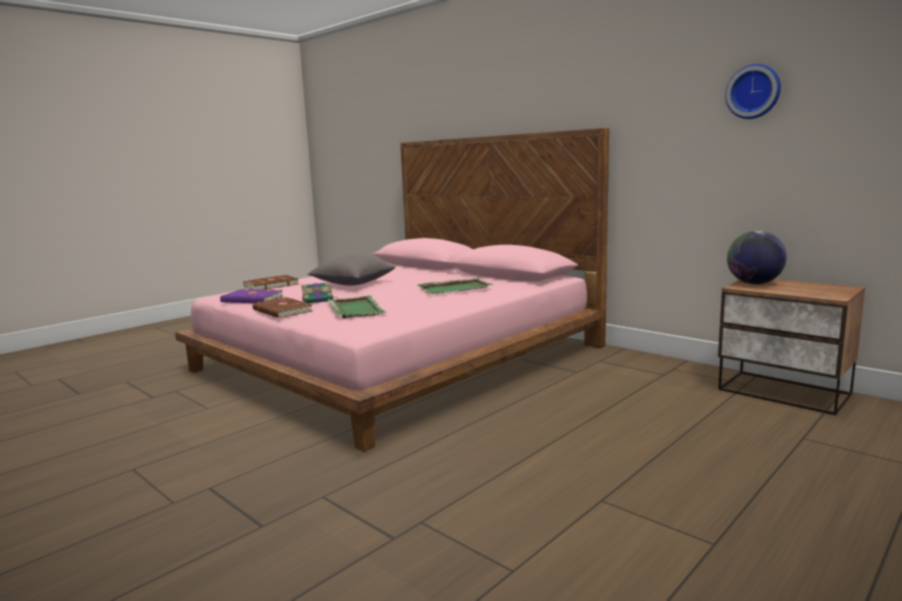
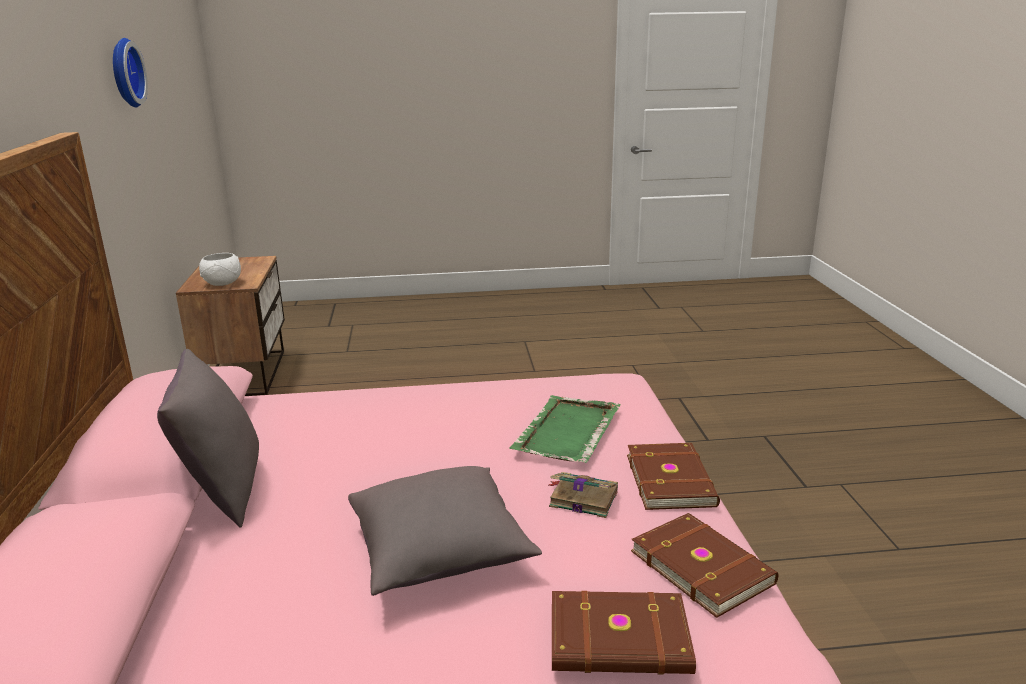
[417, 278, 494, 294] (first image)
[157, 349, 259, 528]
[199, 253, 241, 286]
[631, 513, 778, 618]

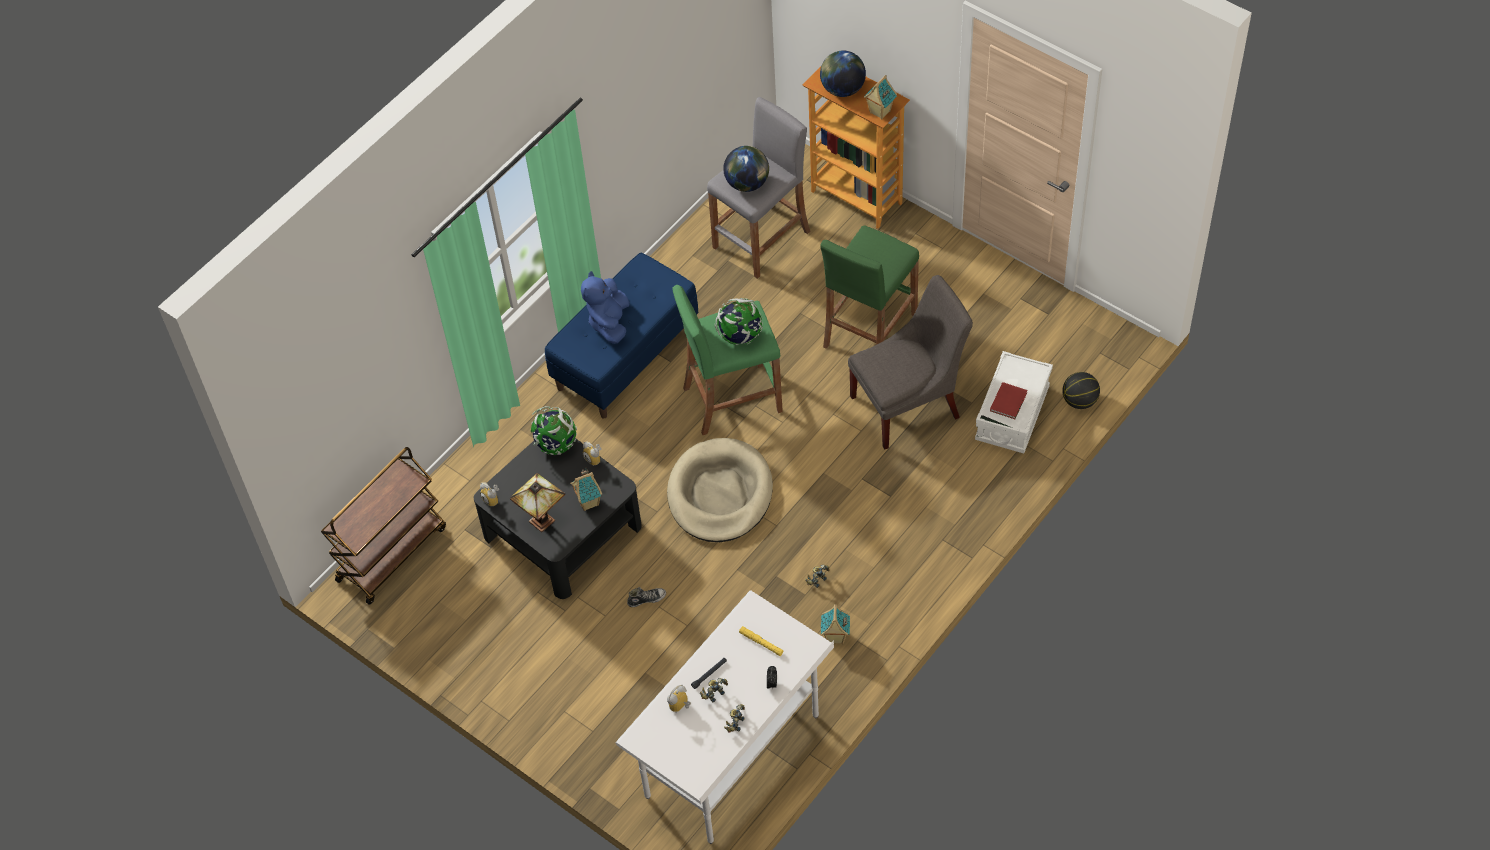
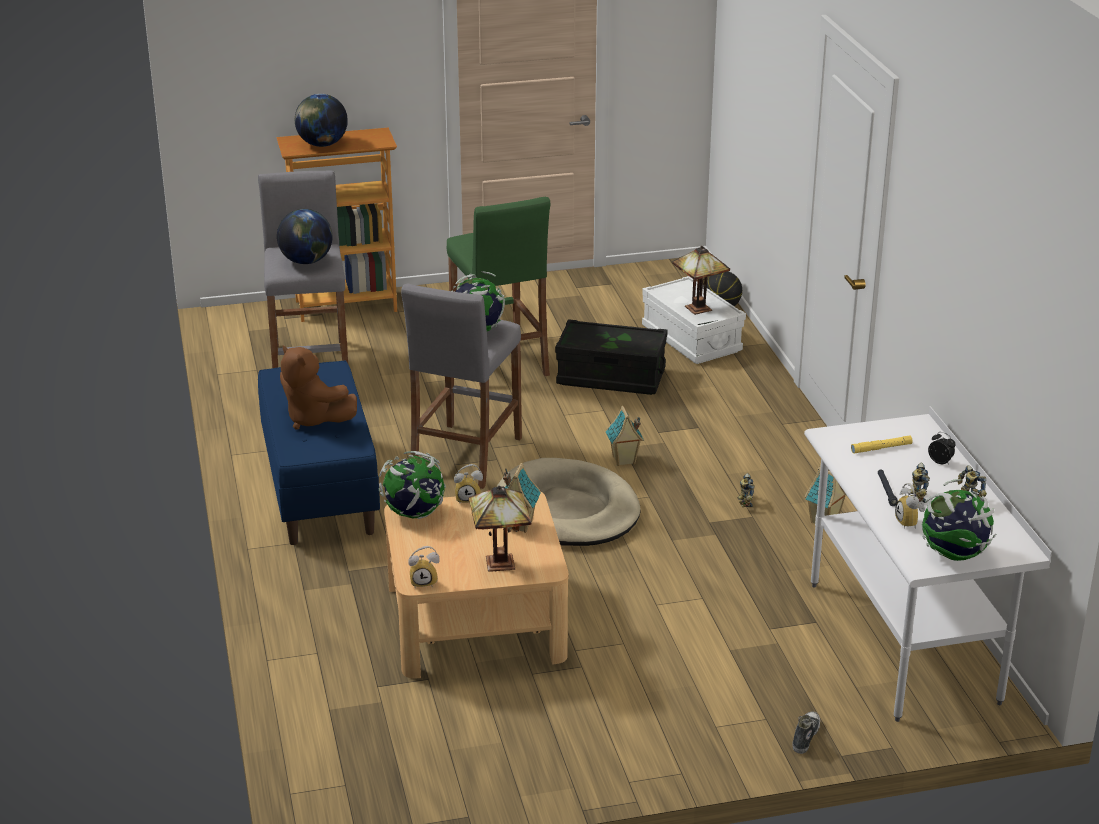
[321, 447, 446, 605] (first image)
[922, 479, 996, 561]
[793, 711, 820, 754]
[606, 406, 644, 466]
[555, 319, 668, 395]
[672, 246, 730, 315]
[384, 491, 569, 678]
[280, 345, 357, 430]
[401, 284, 522, 489]

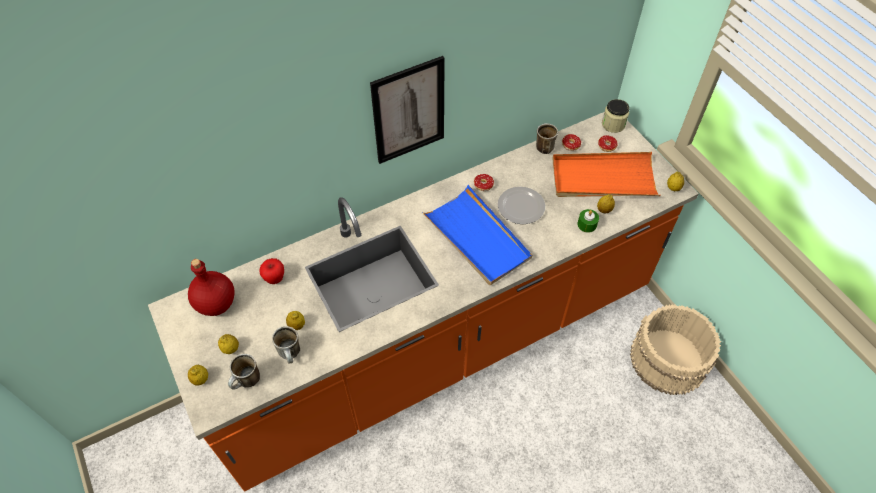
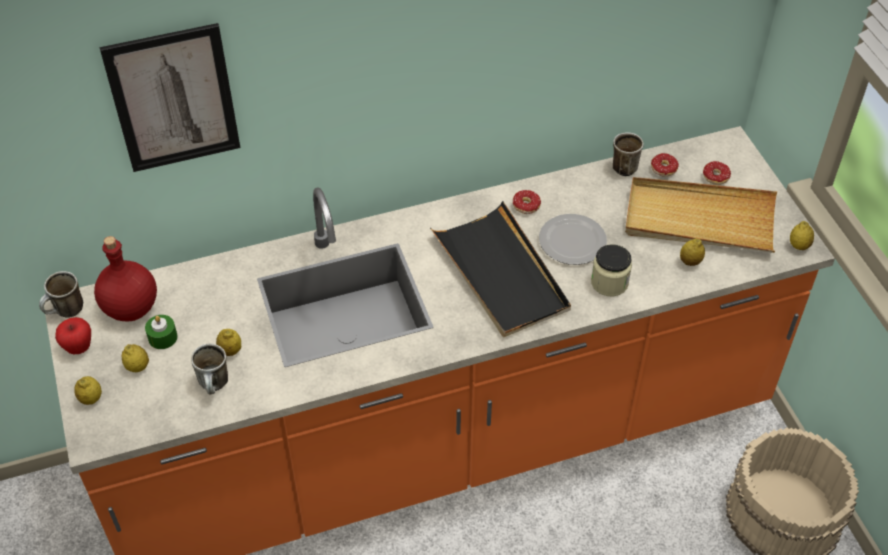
[39, 271, 83, 317]
[55, 317, 91, 354]
[99, 23, 240, 172]
[145, 315, 178, 349]
[591, 244, 632, 296]
[430, 201, 571, 337]
[625, 177, 777, 253]

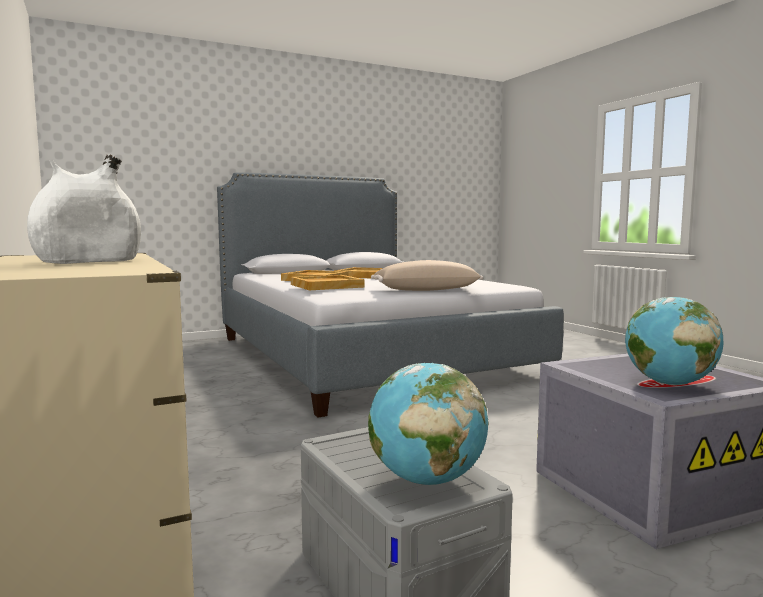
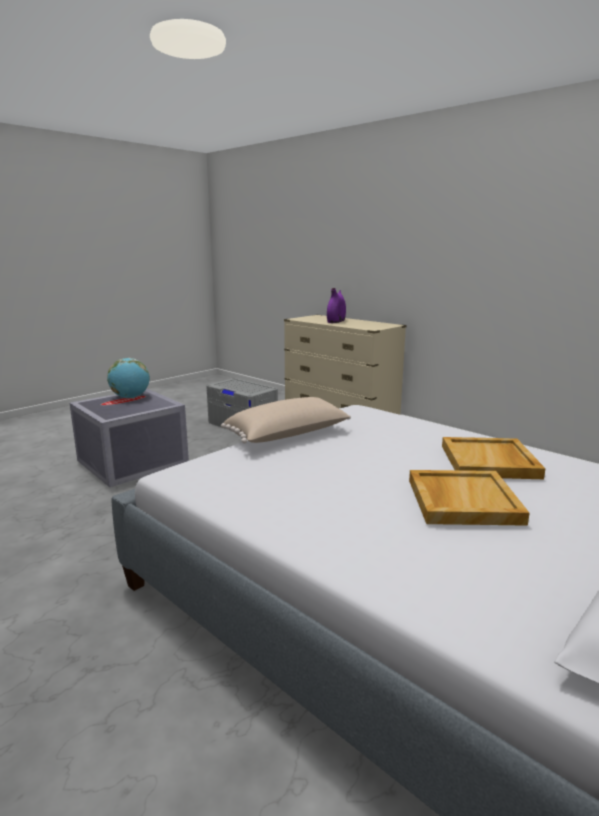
[291, 275, 364, 290] (first image)
[368, 363, 489, 485] (first image)
[327, 288, 346, 323]

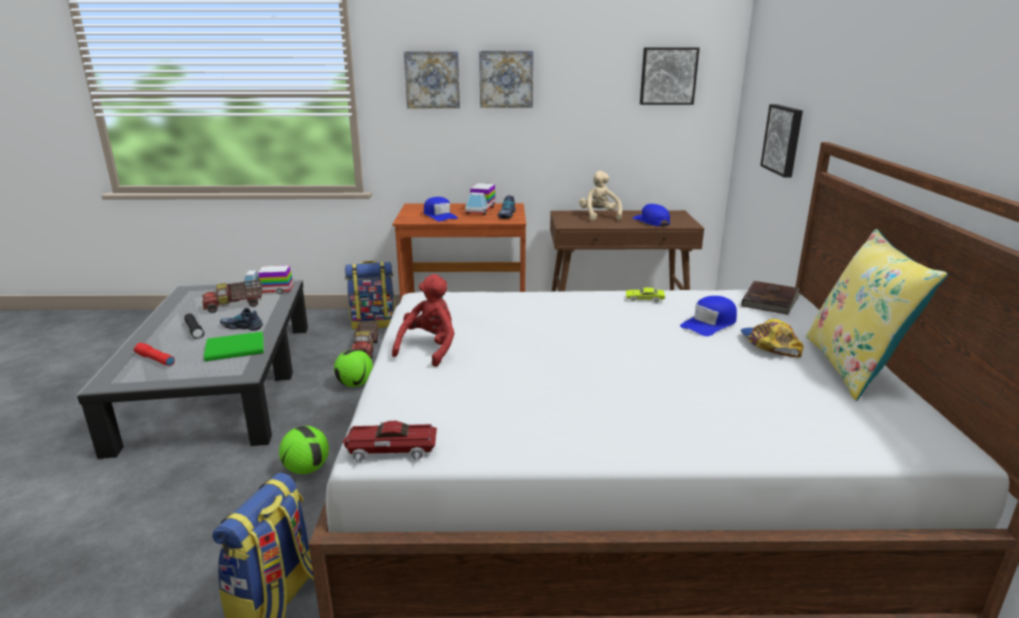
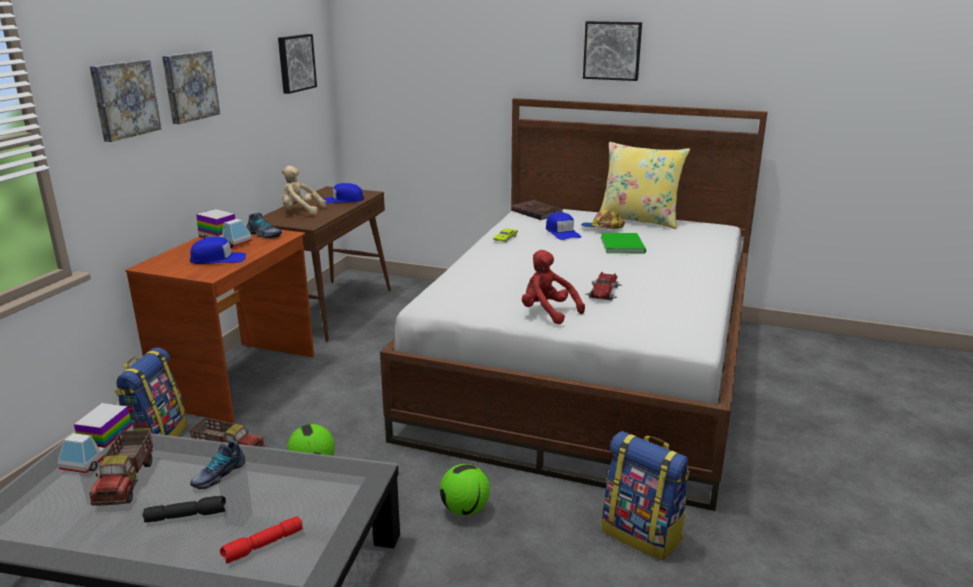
[600, 233, 646, 253]
[586, 272, 621, 301]
[583, 21, 642, 81]

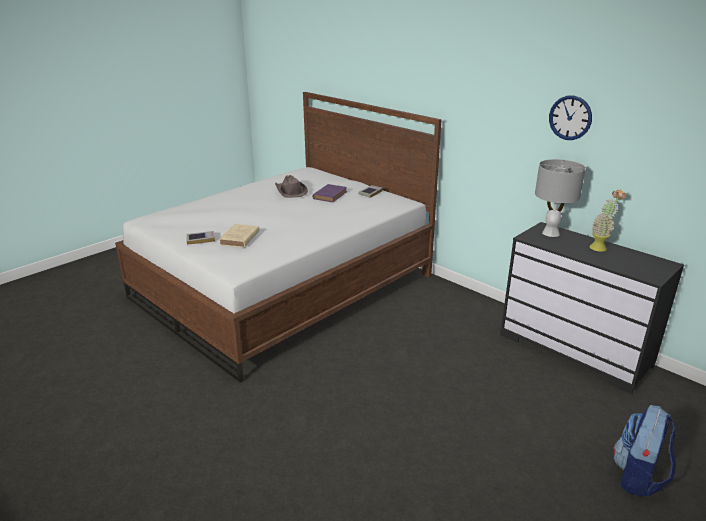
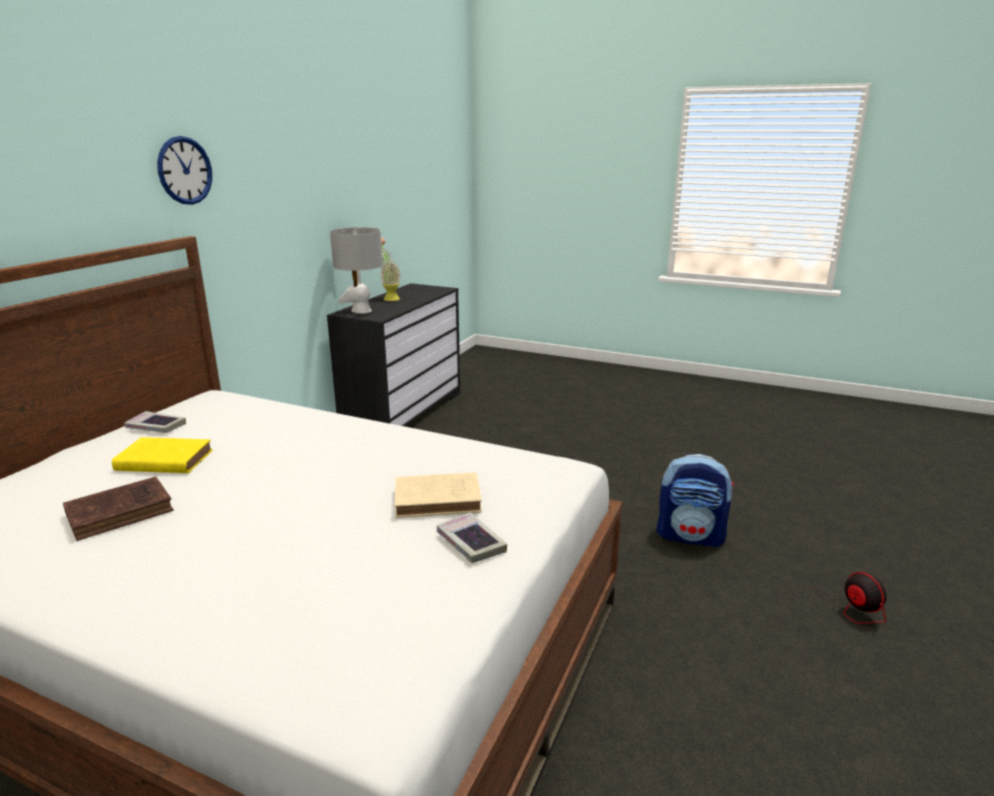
[772, 572, 887, 626]
[157, 136, 212, 205]
[656, 454, 734, 547]
[63, 477, 174, 541]
[112, 437, 213, 473]

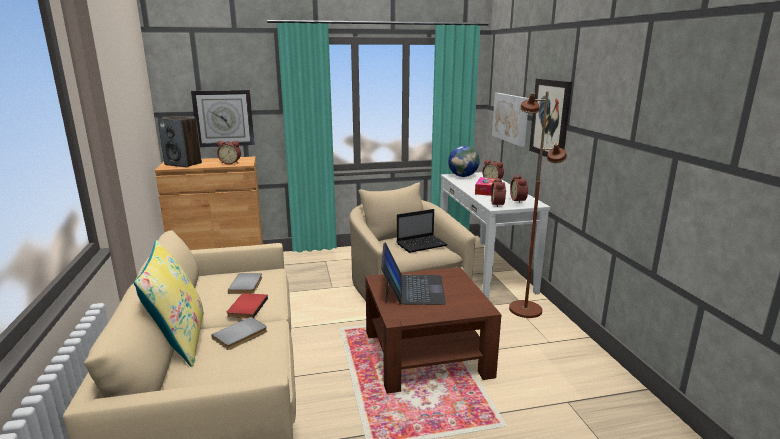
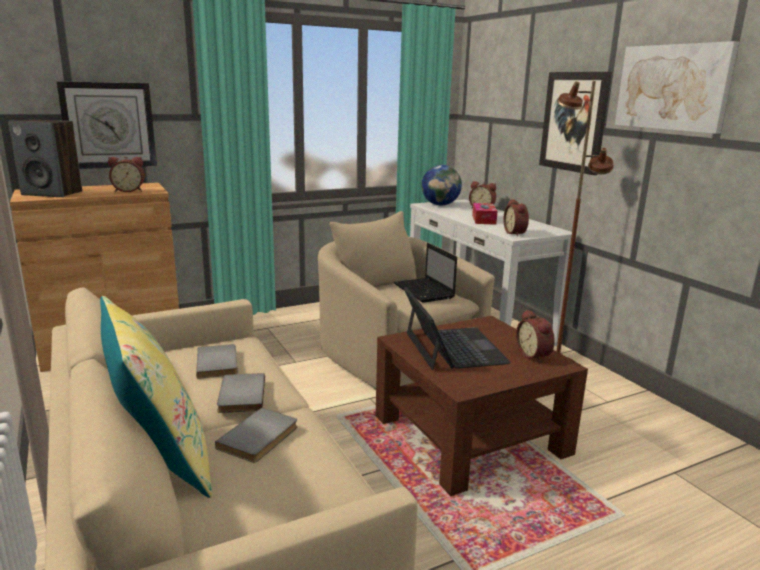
[615, 41, 739, 134]
[516, 309, 555, 363]
[217, 373, 265, 413]
[394, 243, 457, 303]

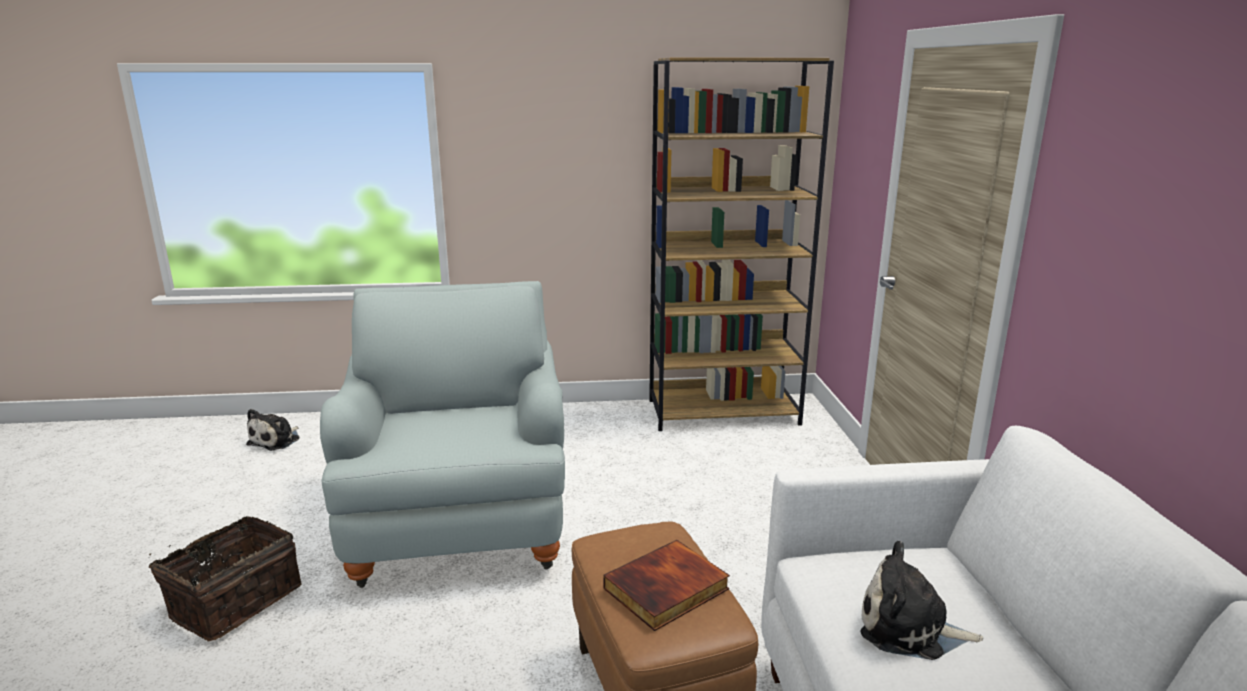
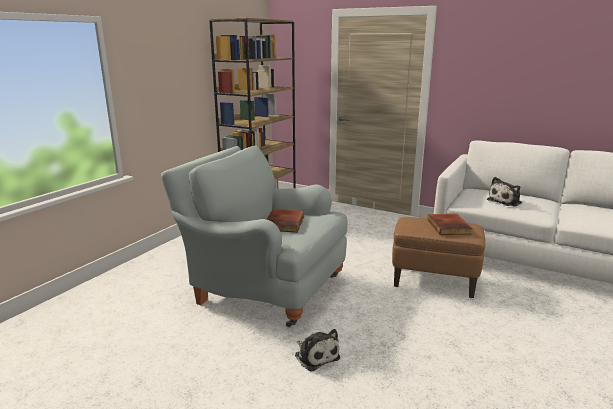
[148, 516, 302, 641] (first image)
[266, 209, 304, 233]
[295, 329, 340, 372]

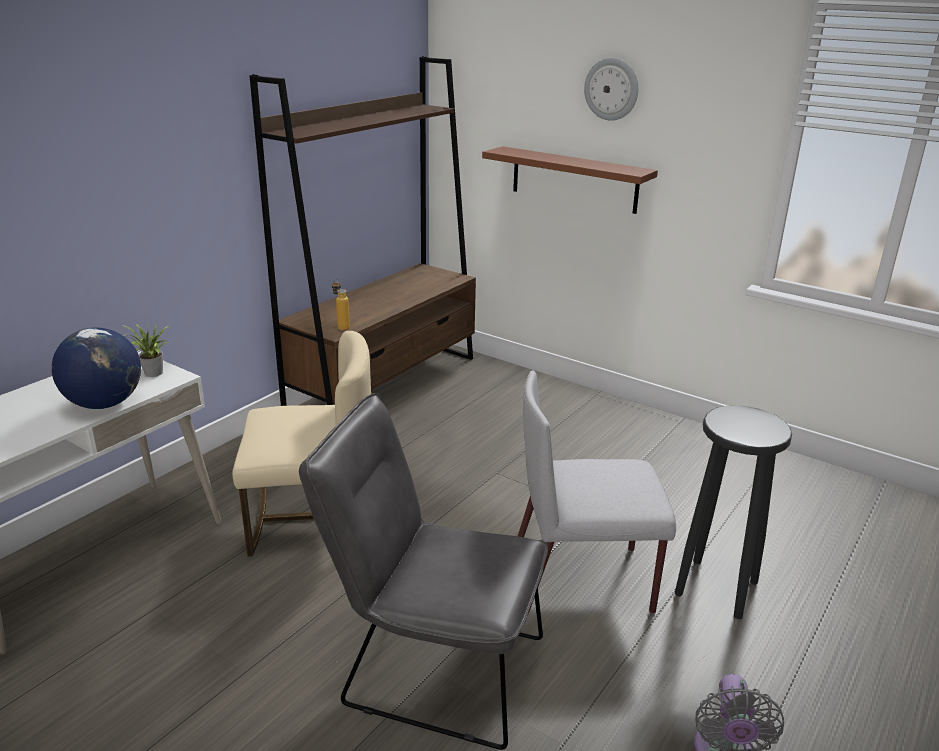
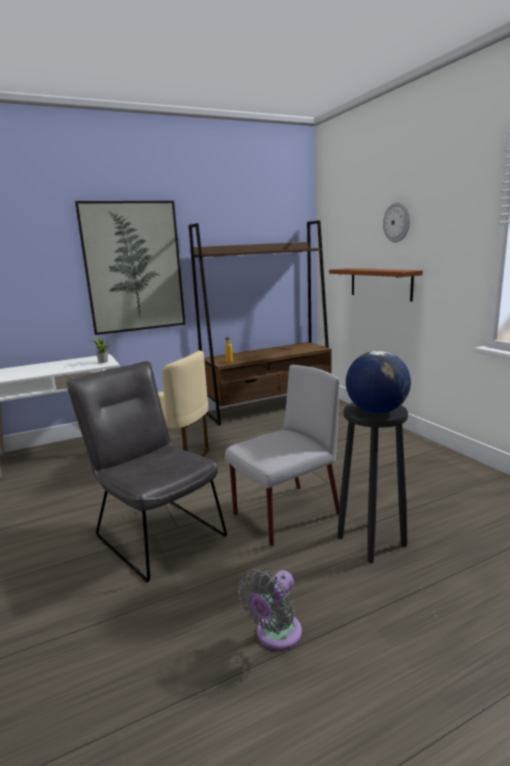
[75, 201, 185, 335]
[346, 351, 411, 414]
[225, 365, 339, 546]

